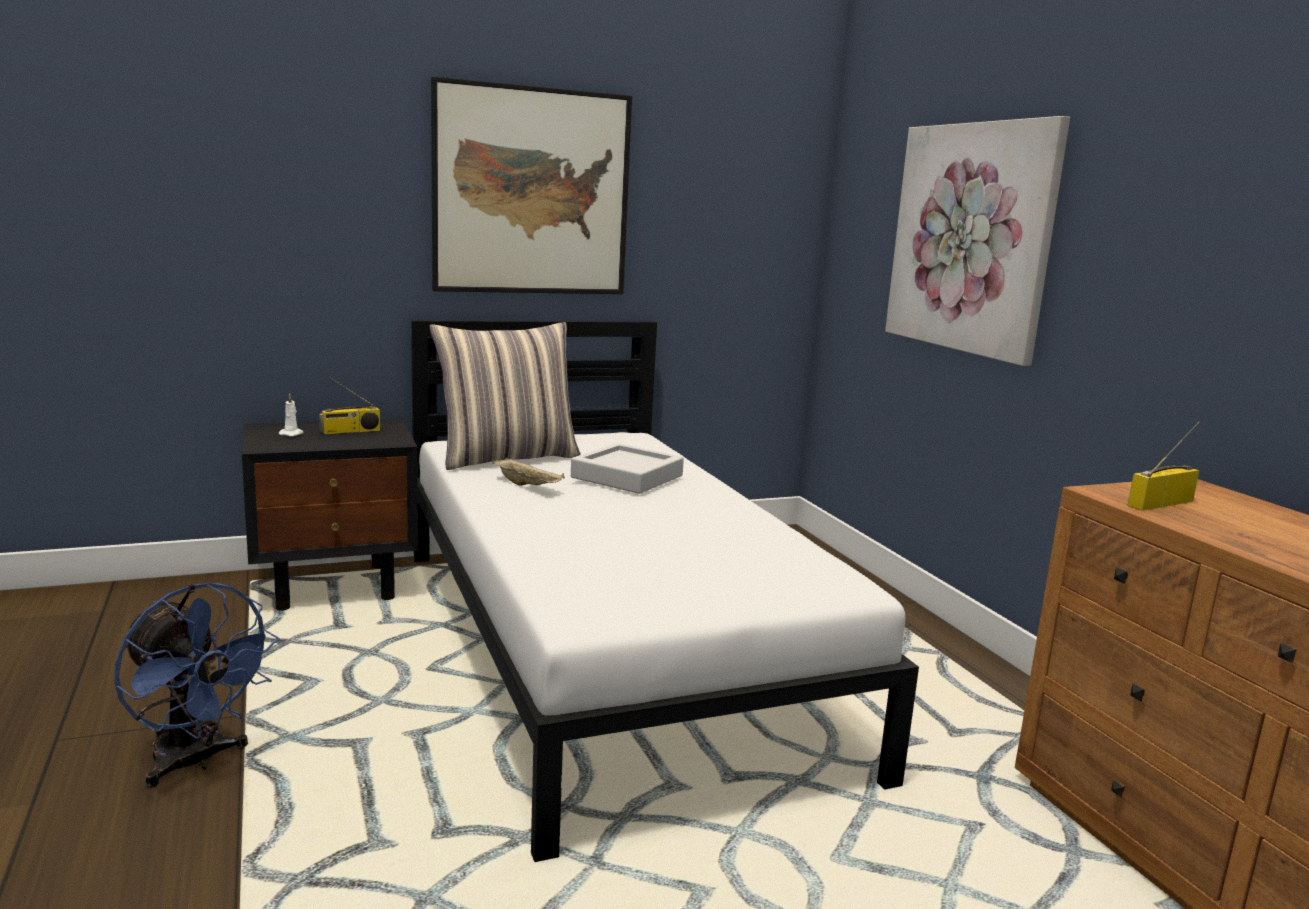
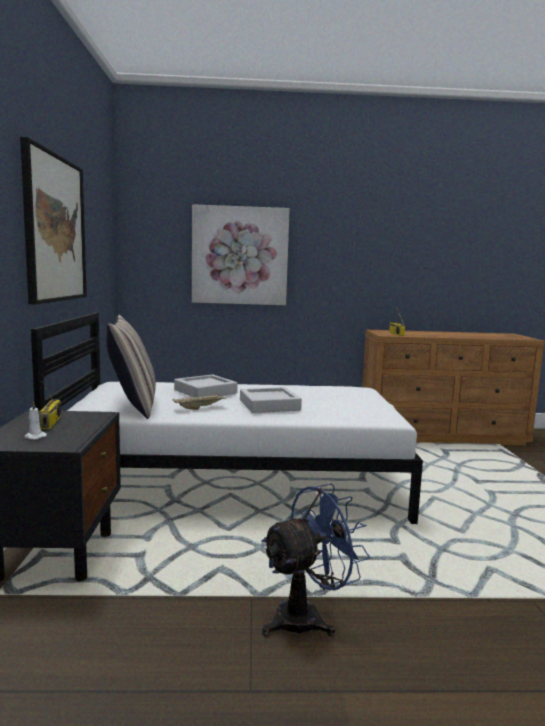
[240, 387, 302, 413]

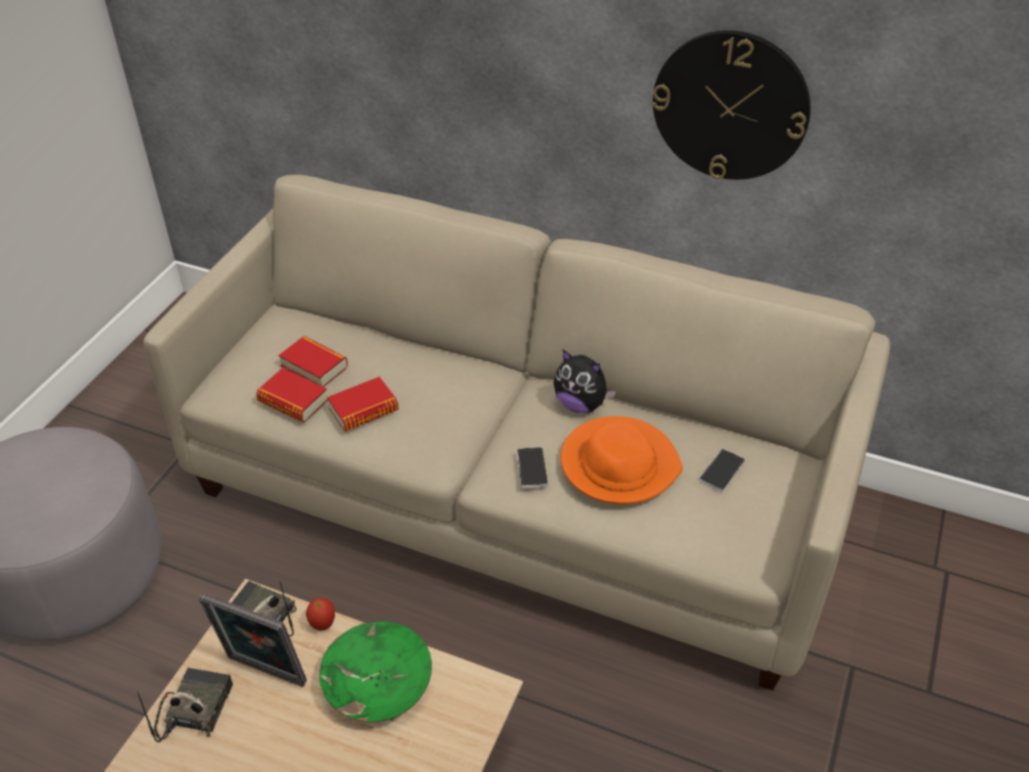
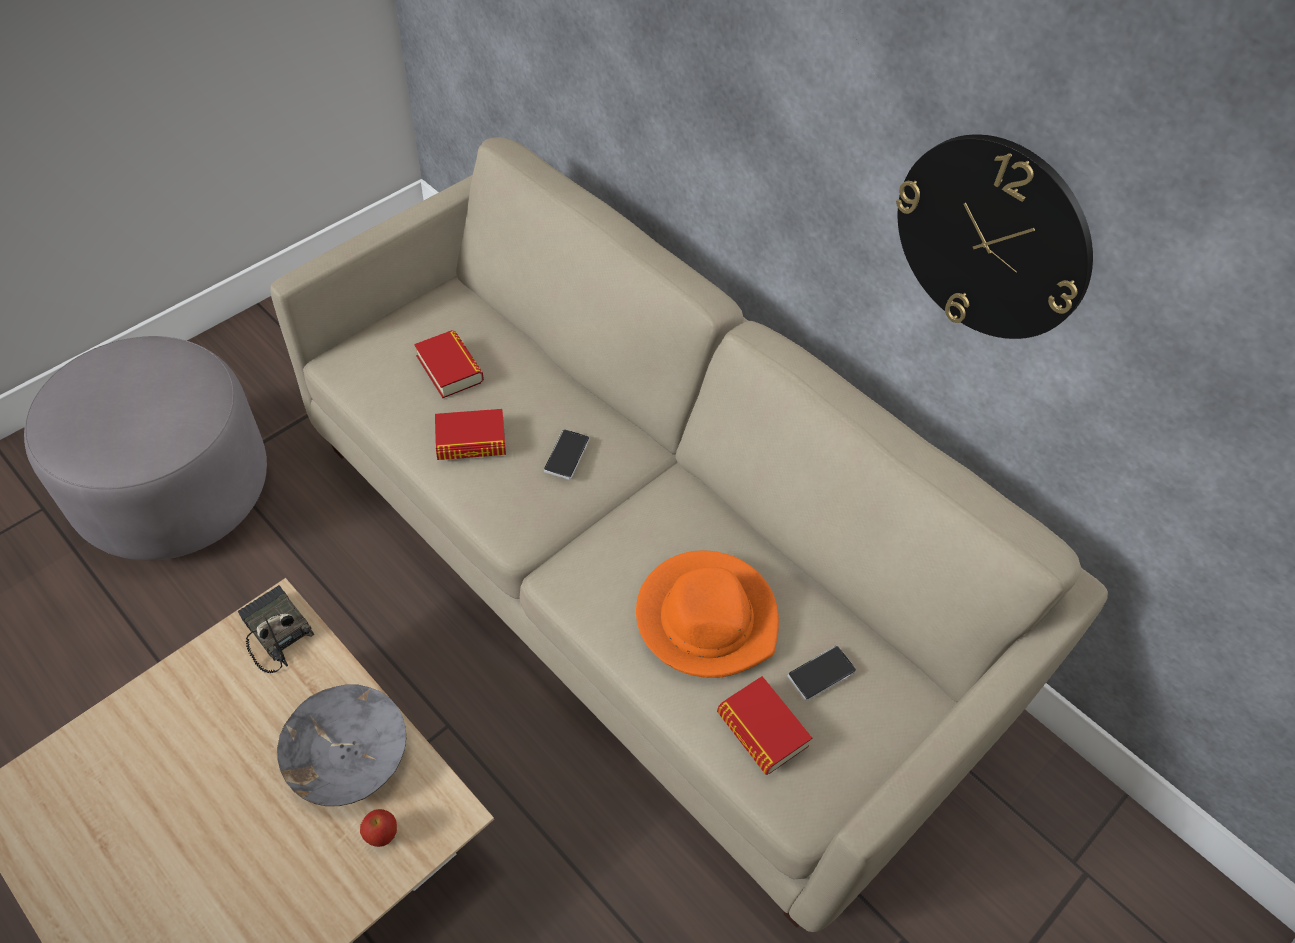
[137, 668, 233, 742] (first image)
[199, 593, 307, 687] (first image)
[553, 350, 616, 413] (first image)
[717, 676, 812, 775]
[360, 809, 397, 847]
[544, 429, 589, 480]
[277, 684, 406, 806]

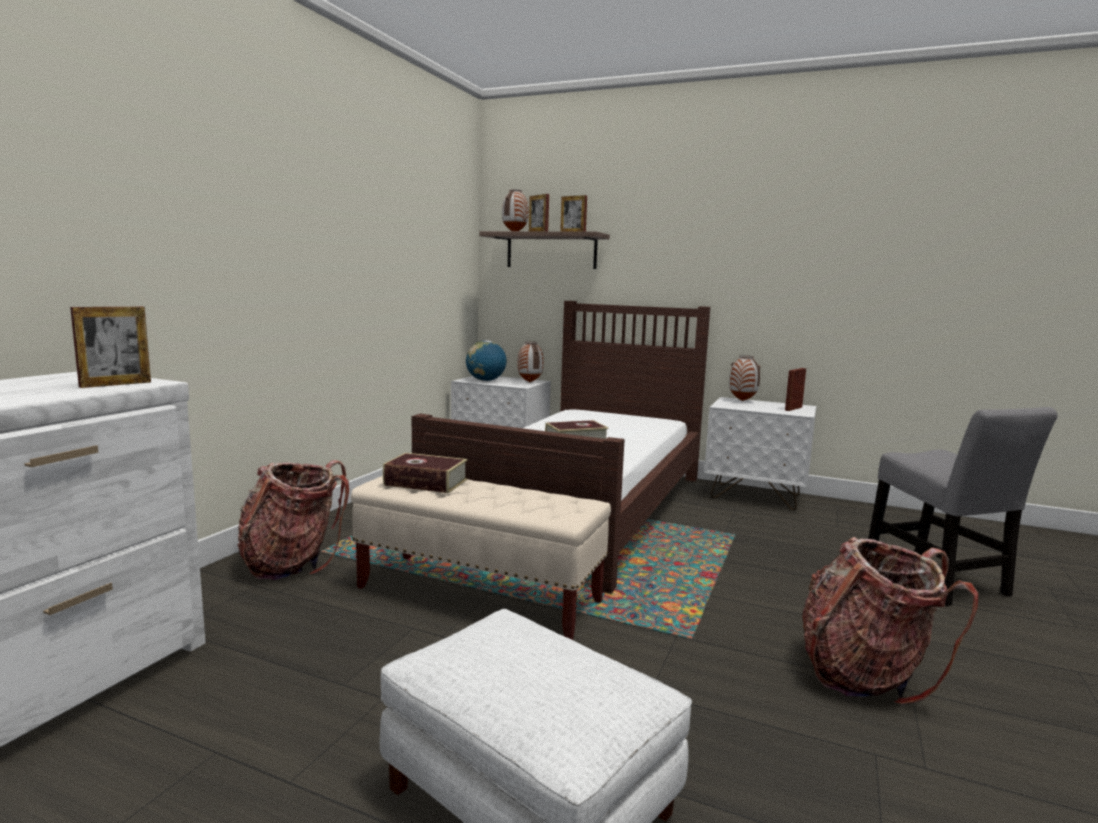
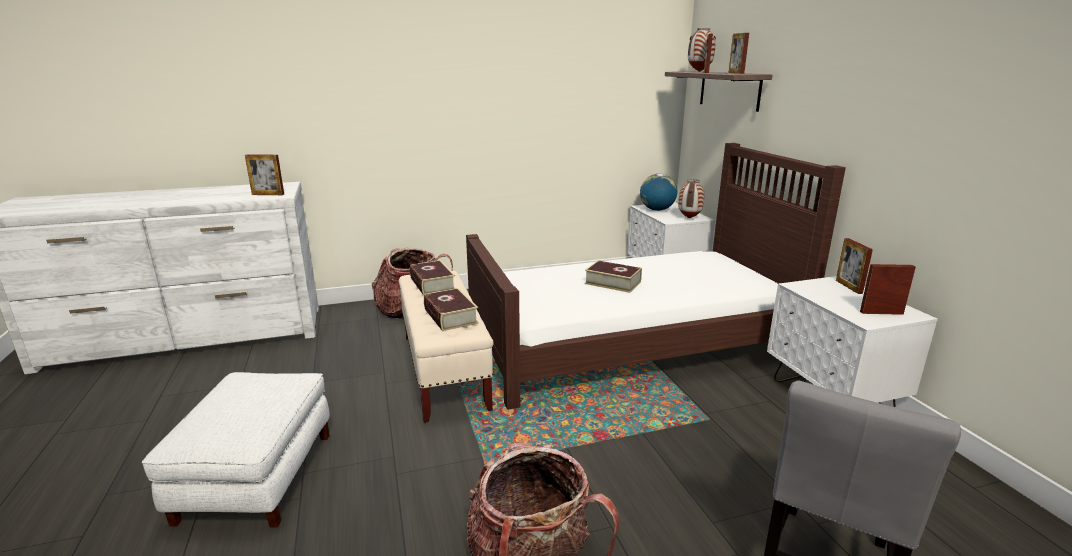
[424, 288, 479, 331]
[836, 238, 873, 294]

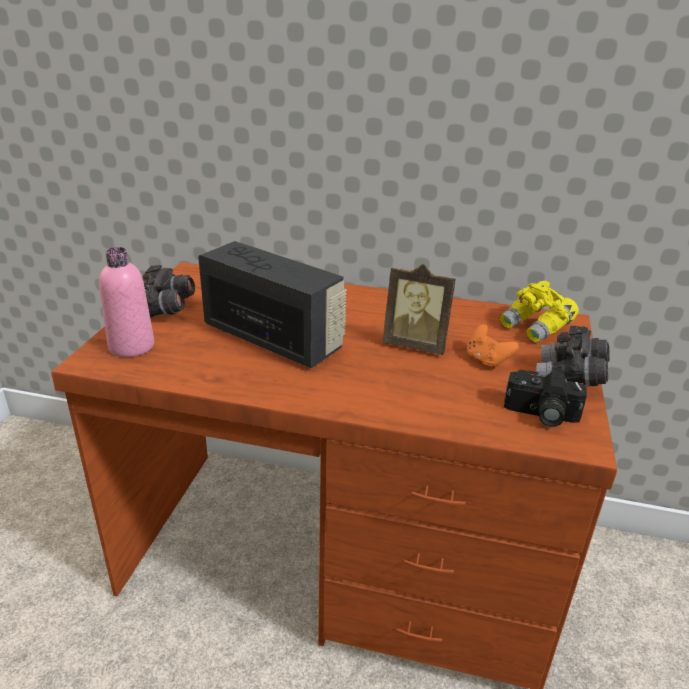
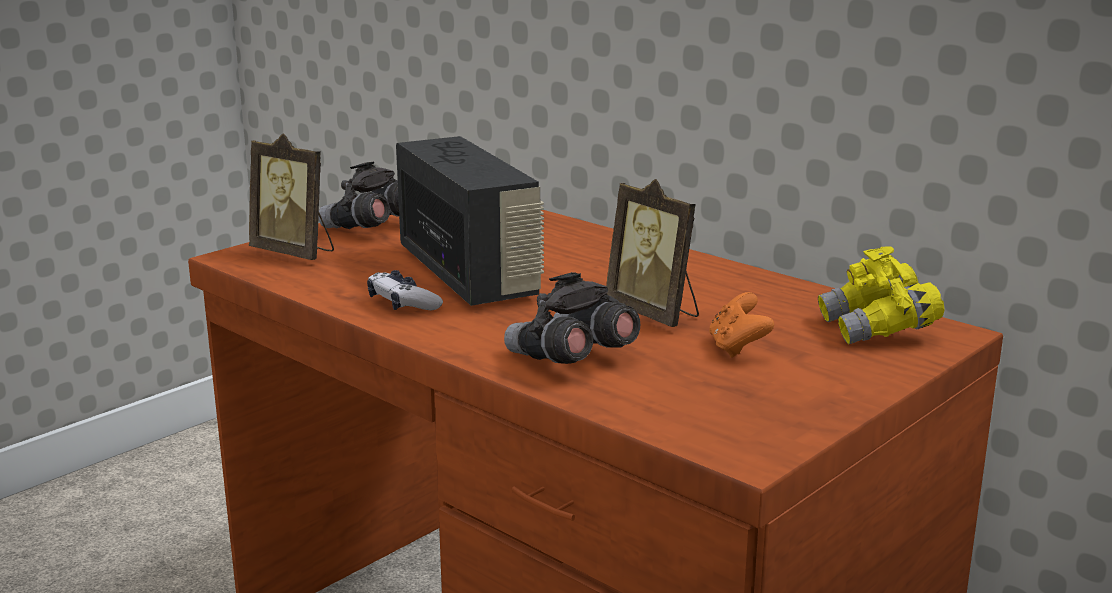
[504, 370, 587, 427] (first image)
[367, 270, 443, 311]
[504, 272, 641, 364]
[249, 133, 334, 260]

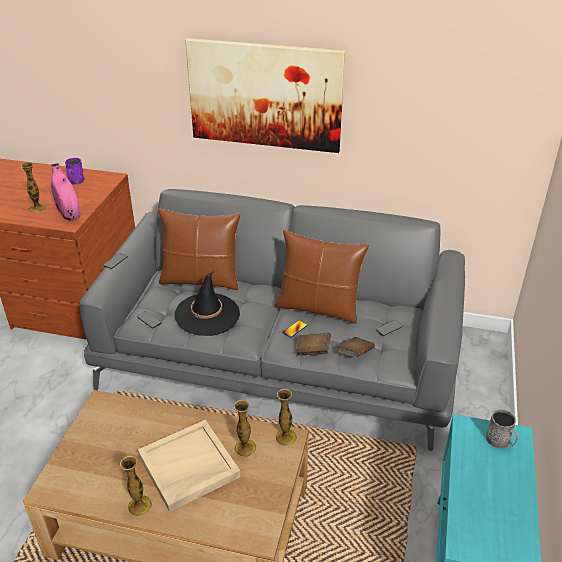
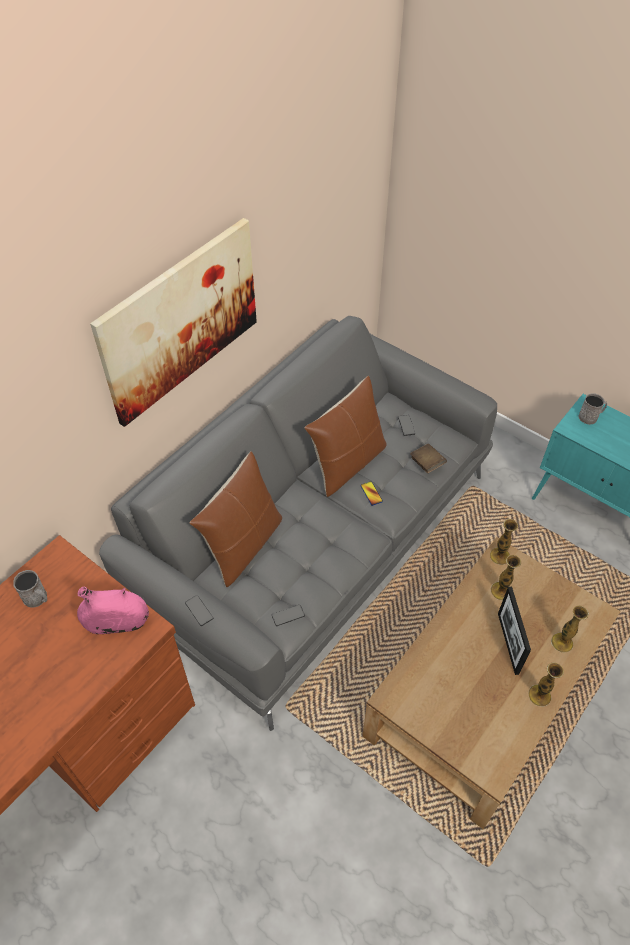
[174, 271, 240, 336] (first image)
[296, 333, 331, 356] (first image)
[551, 605, 589, 653]
[498, 587, 531, 675]
[13, 570, 47, 608]

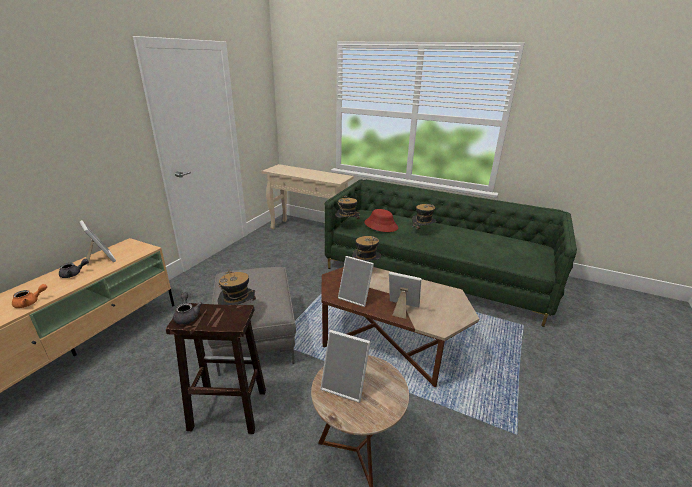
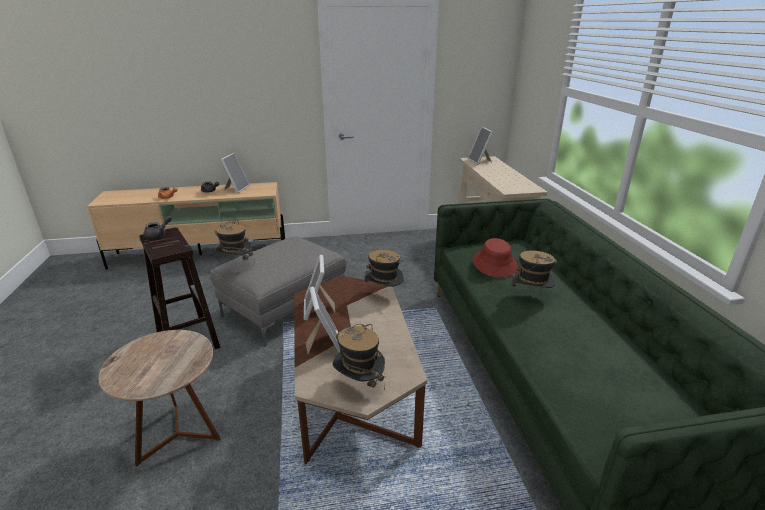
[468, 127, 493, 165]
[332, 324, 385, 391]

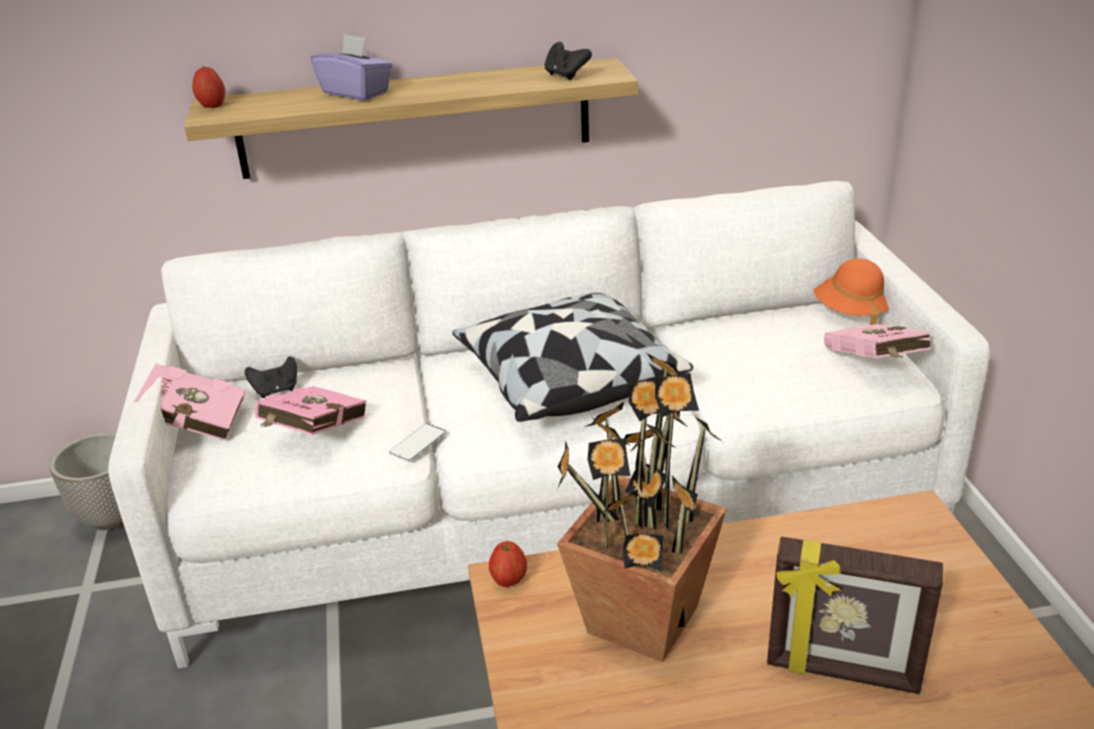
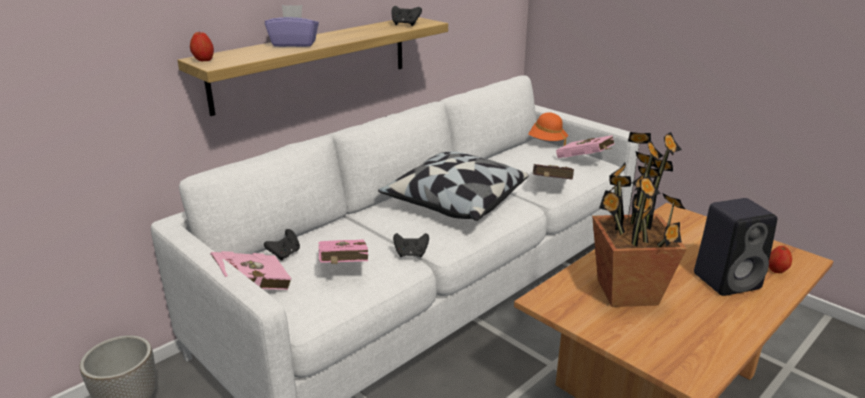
[533, 164, 574, 180]
[769, 246, 792, 273]
[393, 233, 429, 257]
[694, 198, 777, 296]

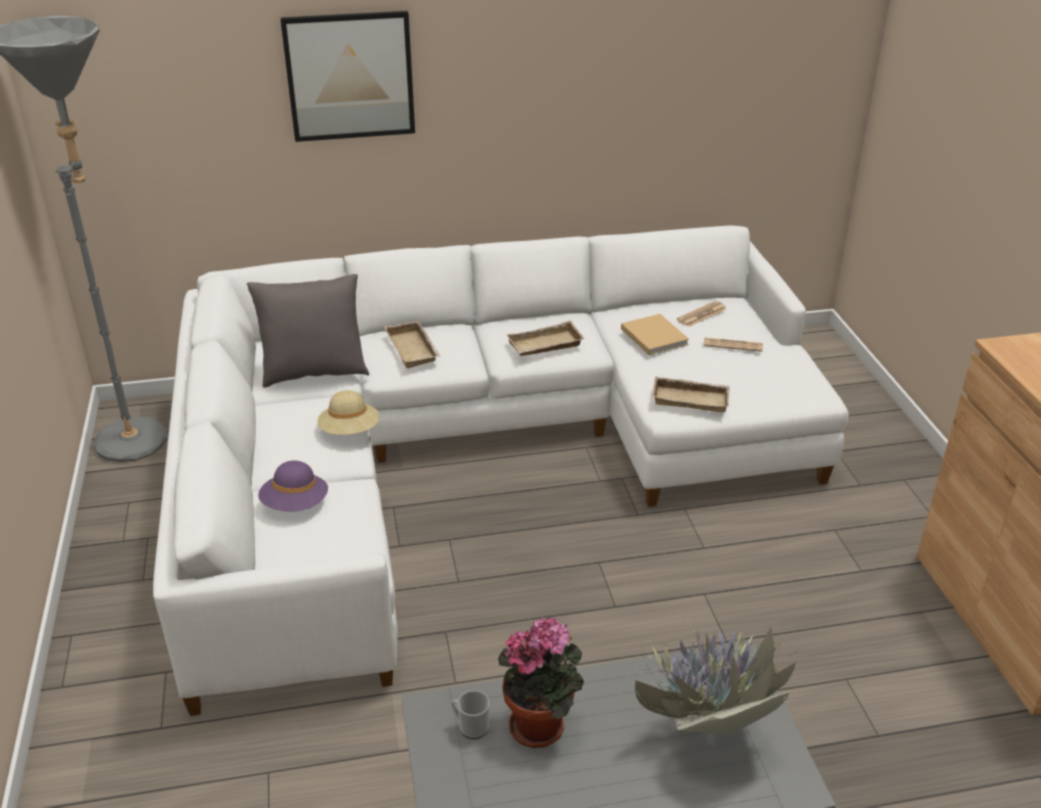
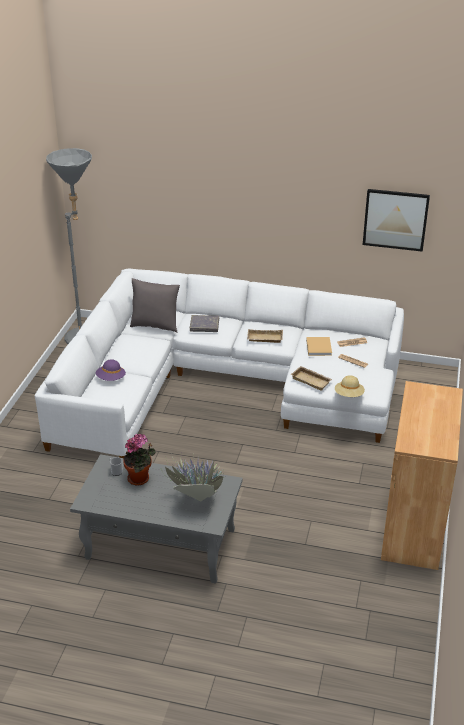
[363, 189, 430, 252]
[335, 375, 365, 397]
[190, 315, 219, 332]

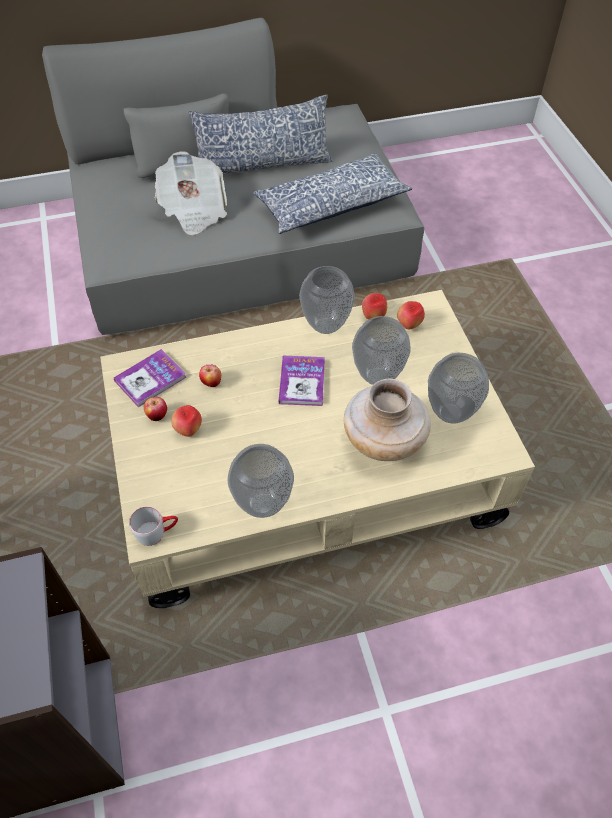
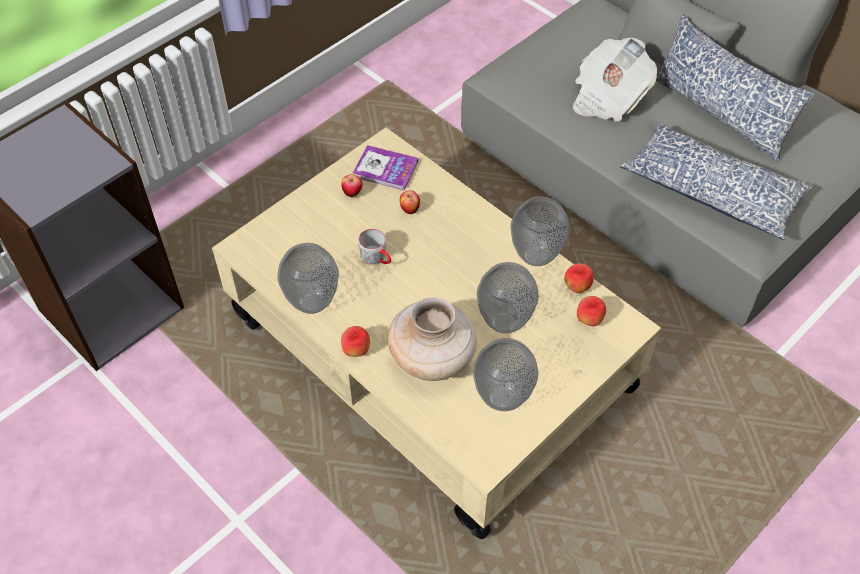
[279, 356, 325, 406] (first image)
[358, 229, 391, 264]
[341, 326, 370, 357]

